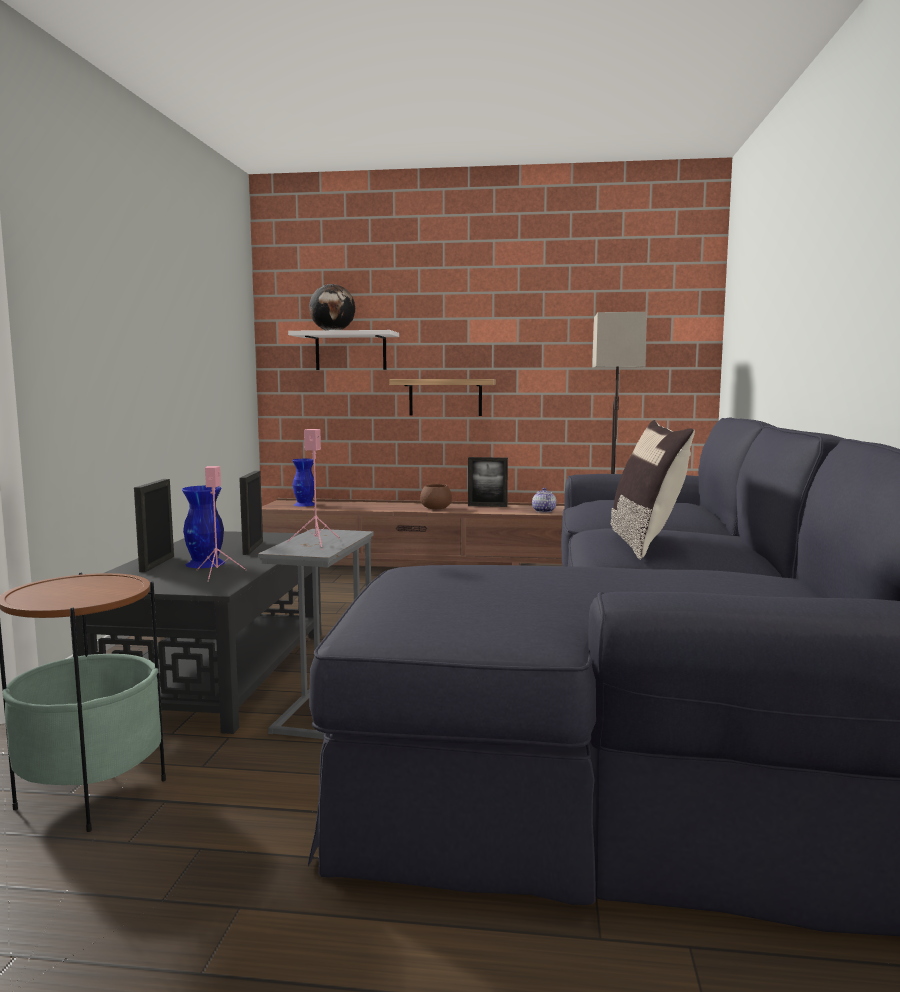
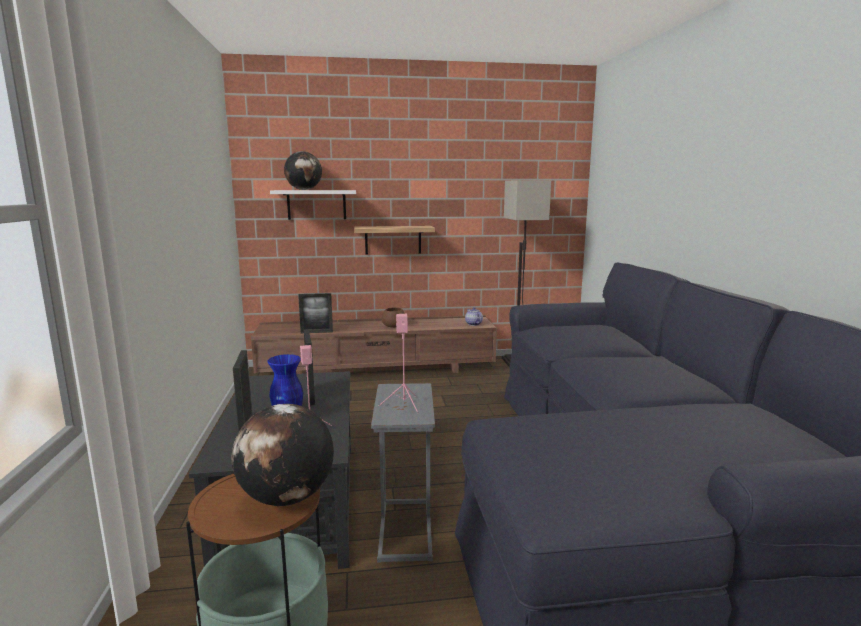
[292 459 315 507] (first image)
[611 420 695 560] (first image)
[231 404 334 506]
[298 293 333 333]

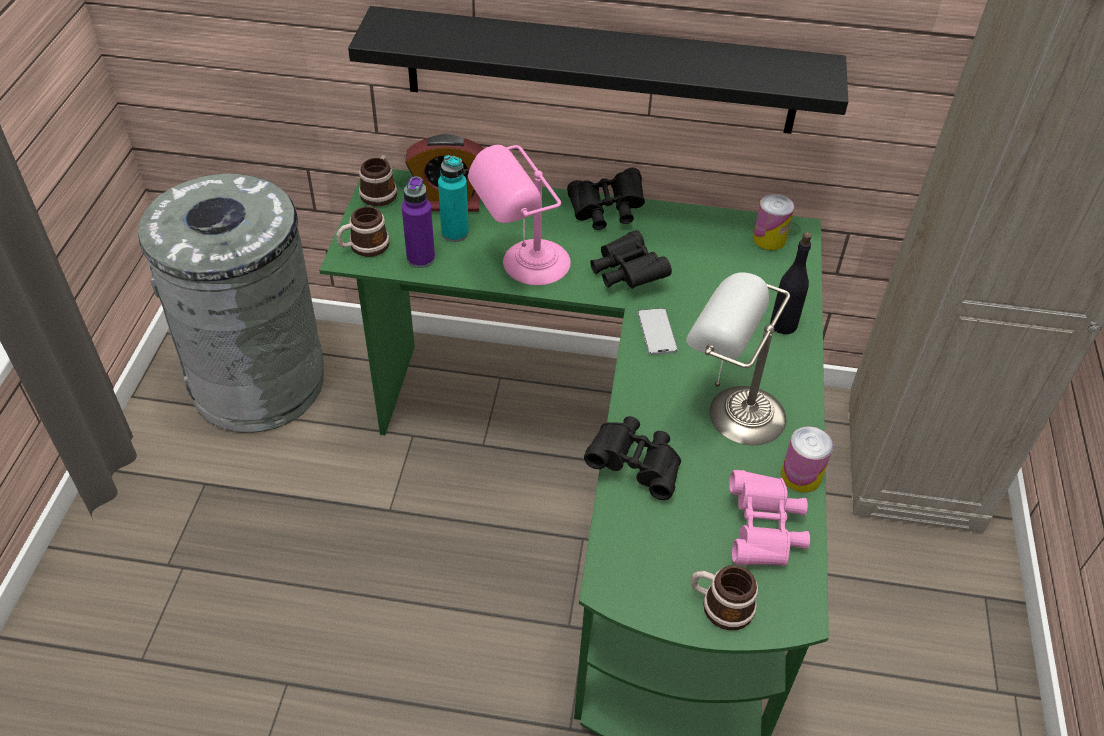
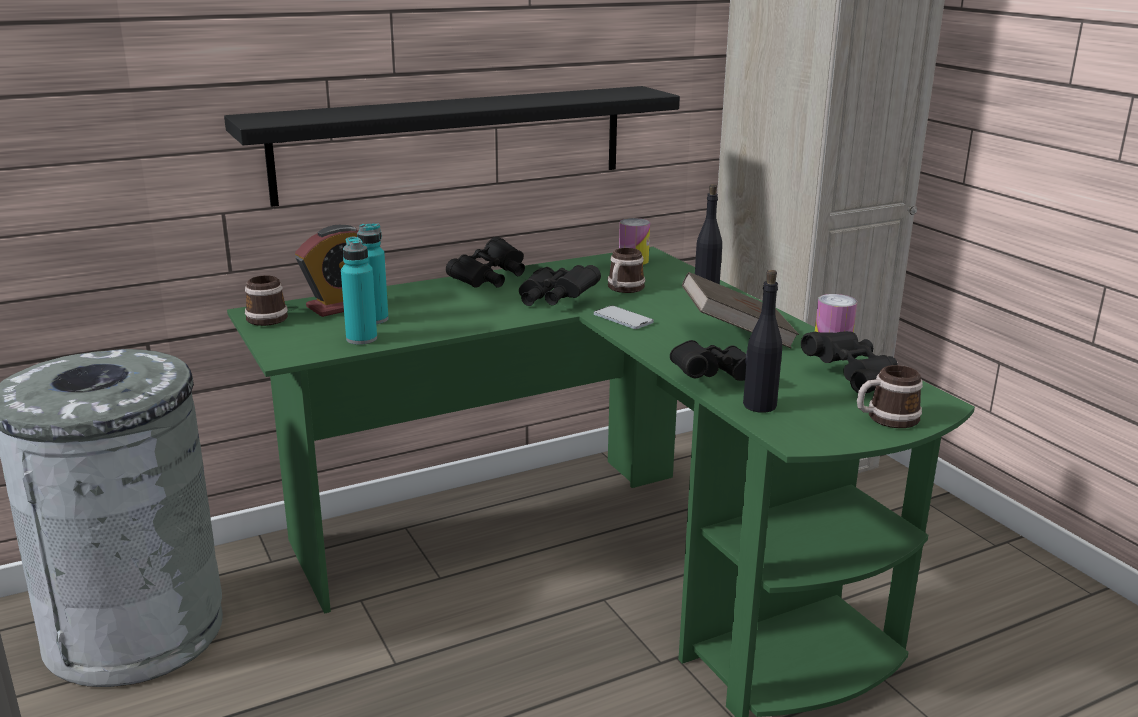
[468 145 571 285] (first image)
[743 270 782 413]
[607 248 645 293]
[682 272 799 348]
[341 237 377 345]
[801 331 898 393]

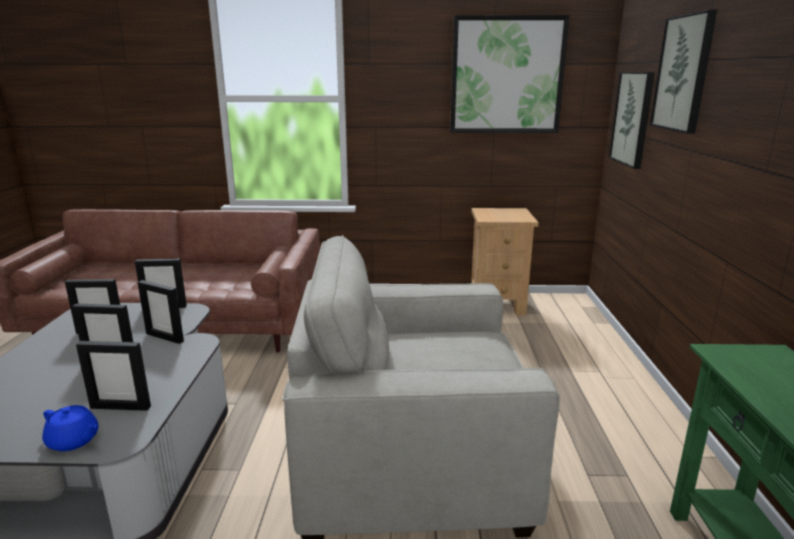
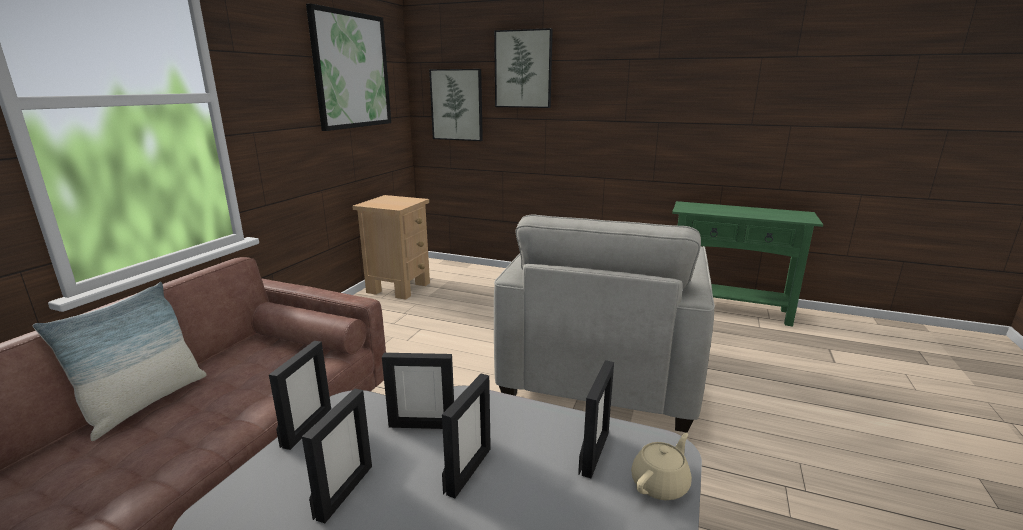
[33 282 207 441]
[631 433 692 500]
[382 353 454 429]

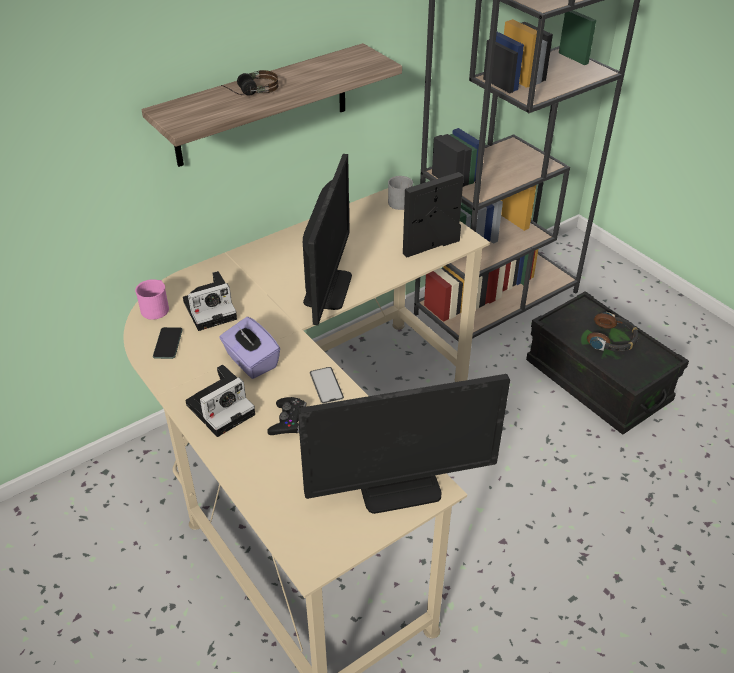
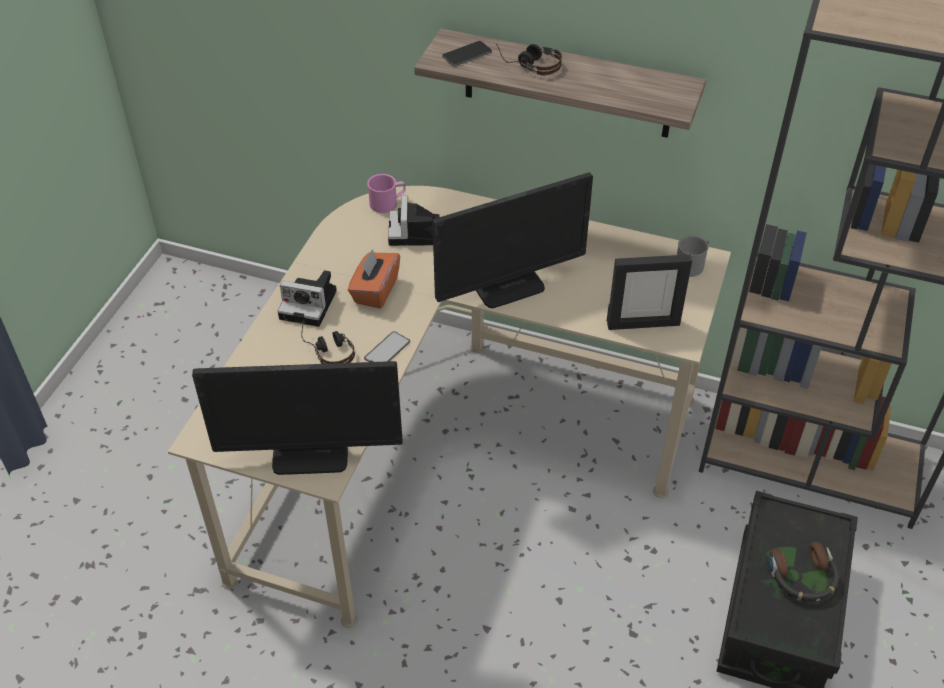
[442 41 492 66]
[301 320 355 364]
[348 249 400 308]
[388 195 440 246]
[192 361 402 475]
[607 254 692 330]

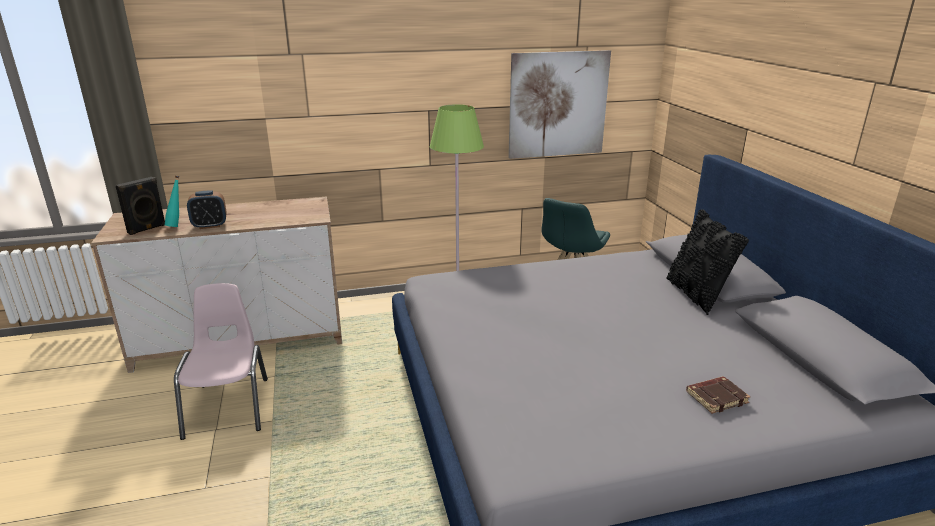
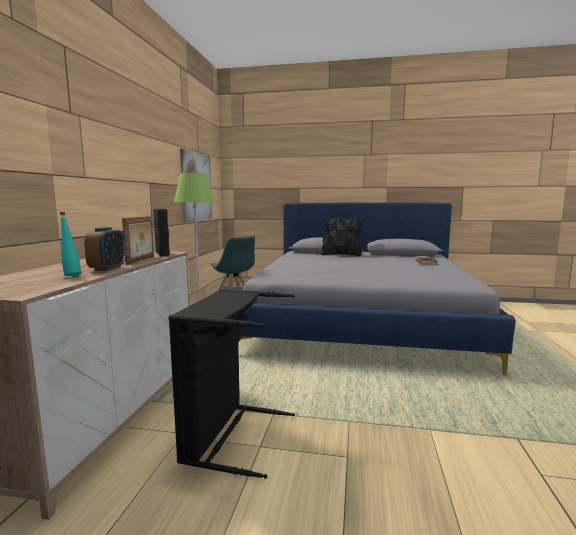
[122 216 154 265]
[153 209 170 256]
[168 289 295 479]

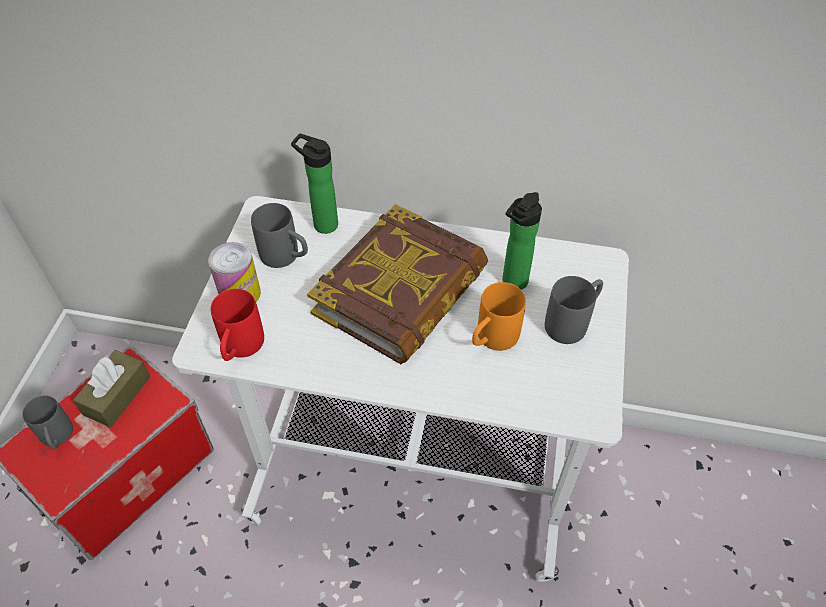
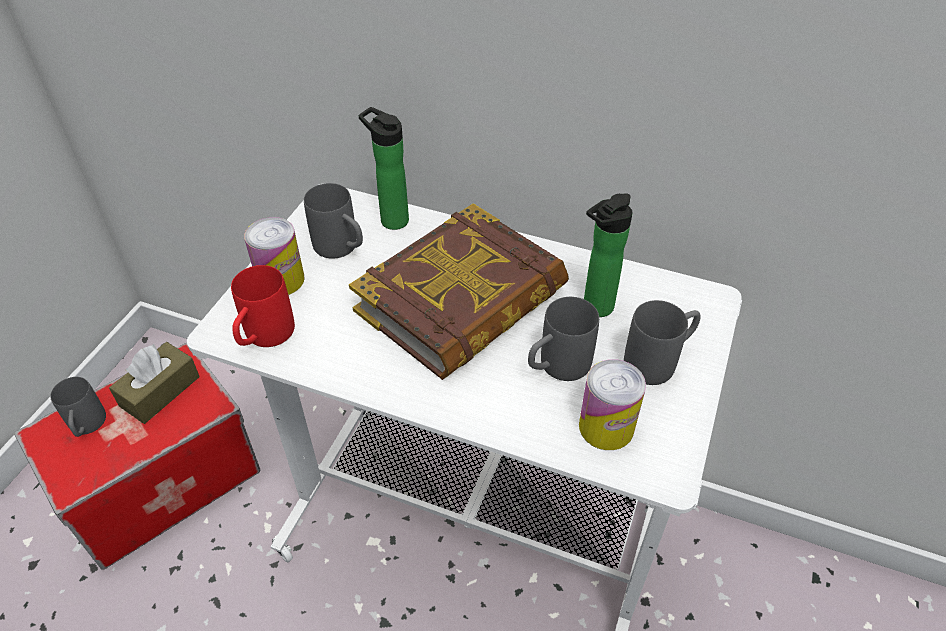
[579 359 646 450]
[528 297 599 381]

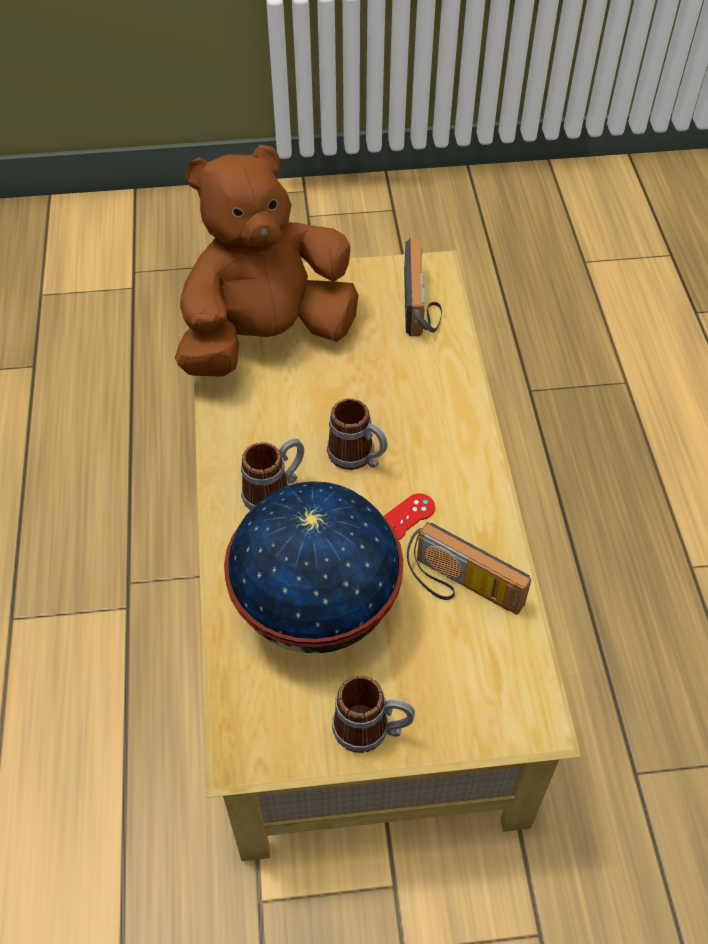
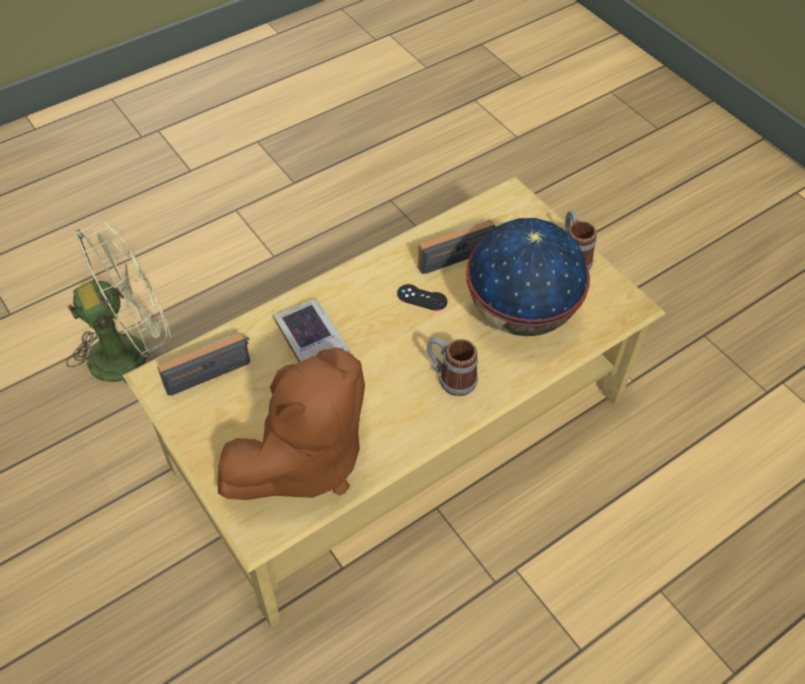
[327 398 387 470] (first image)
[67 221 171 383]
[274 298 350 362]
[397 284 447 311]
[217 347 365 500]
[418 220 496 274]

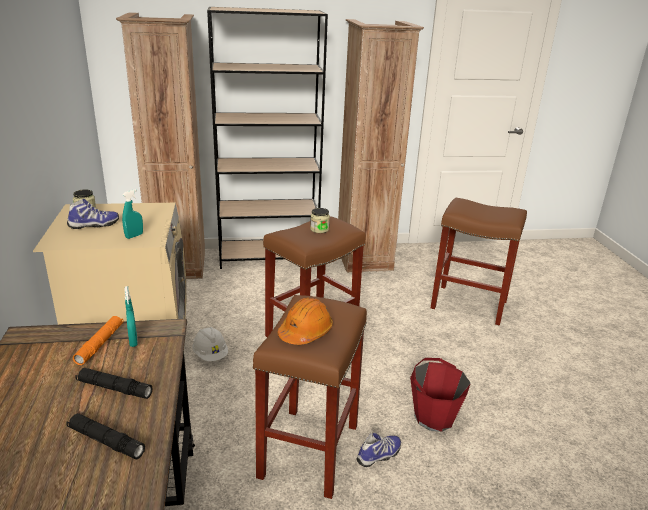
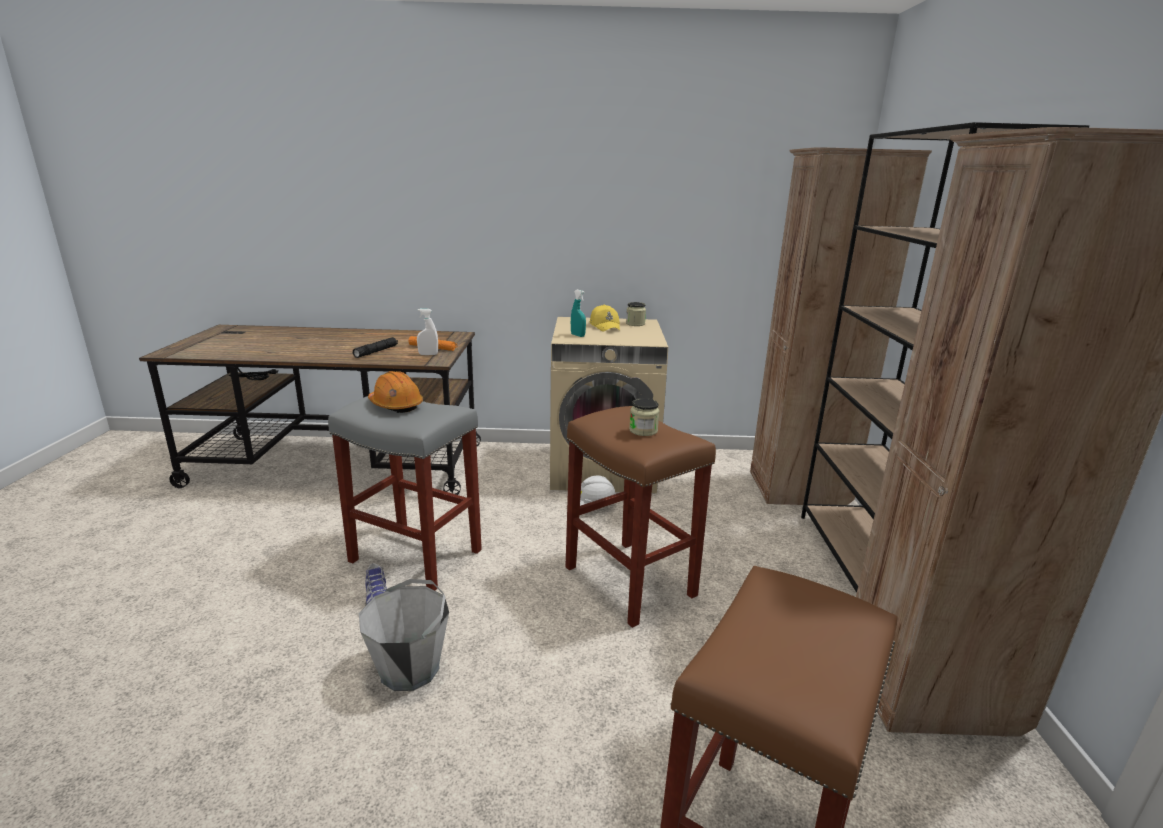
[66 413 145 459] (first image)
[590 305 620 331]
[417 309 438 355]
[328 396 482 591]
[359 579 449 691]

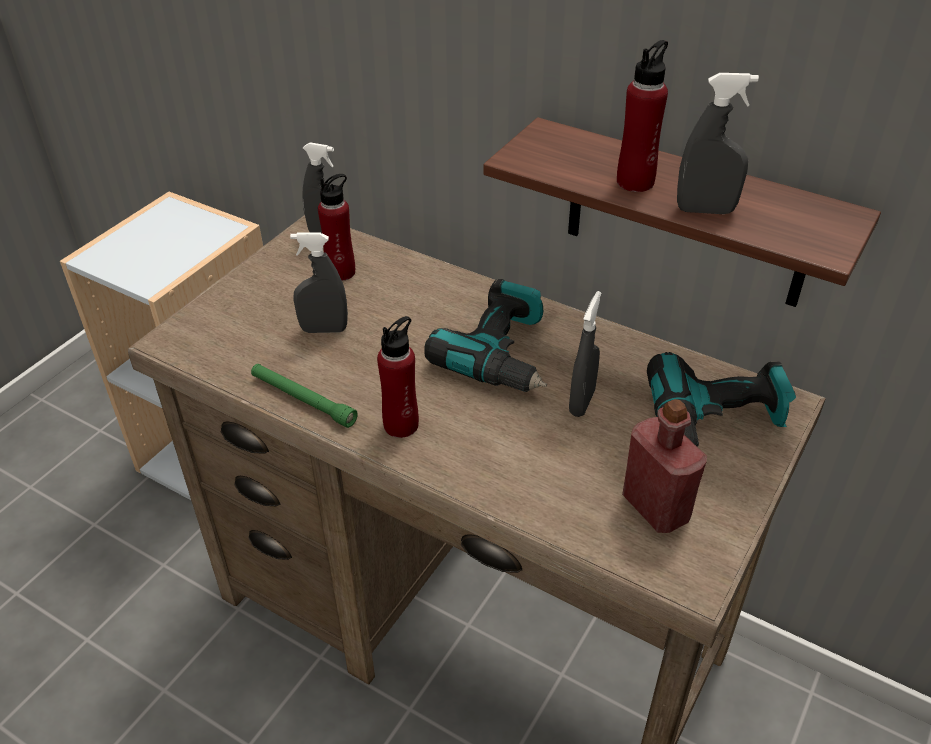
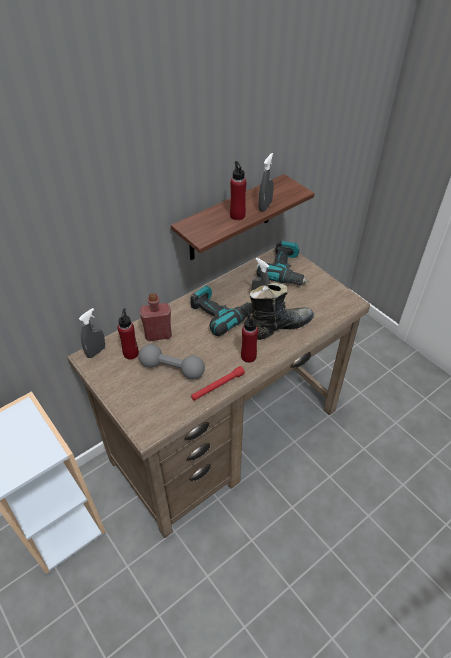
[250 283 314 340]
[140 293 172 341]
[139 344 205 380]
[191 366 245 401]

